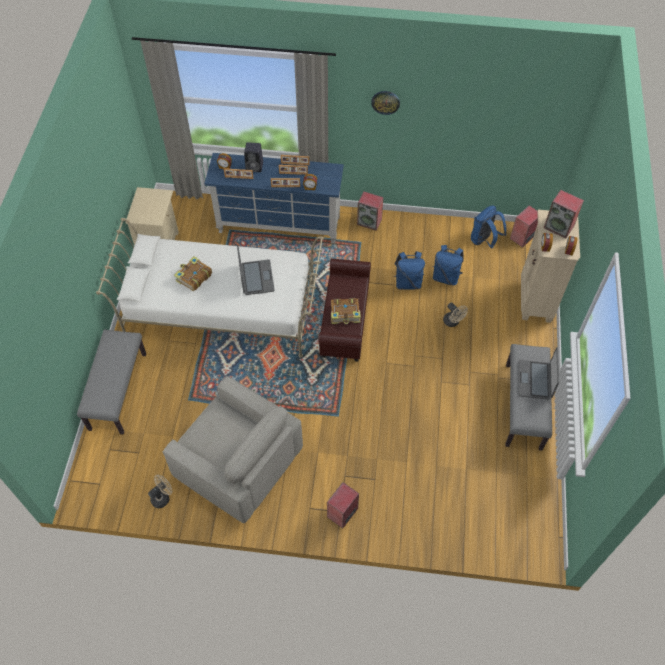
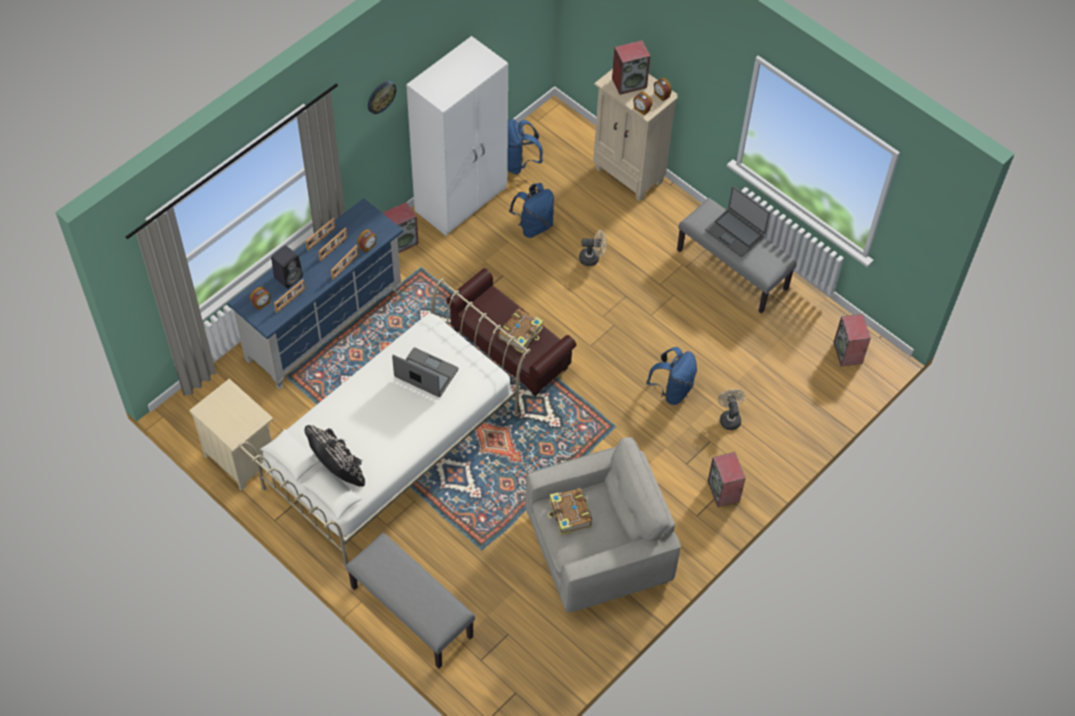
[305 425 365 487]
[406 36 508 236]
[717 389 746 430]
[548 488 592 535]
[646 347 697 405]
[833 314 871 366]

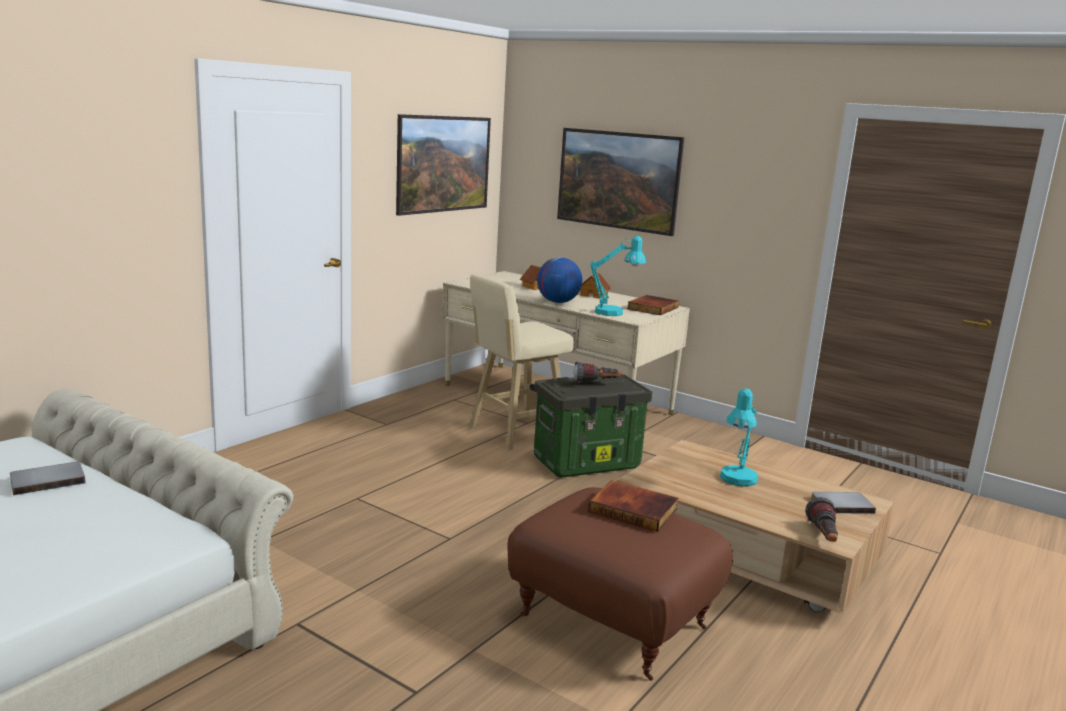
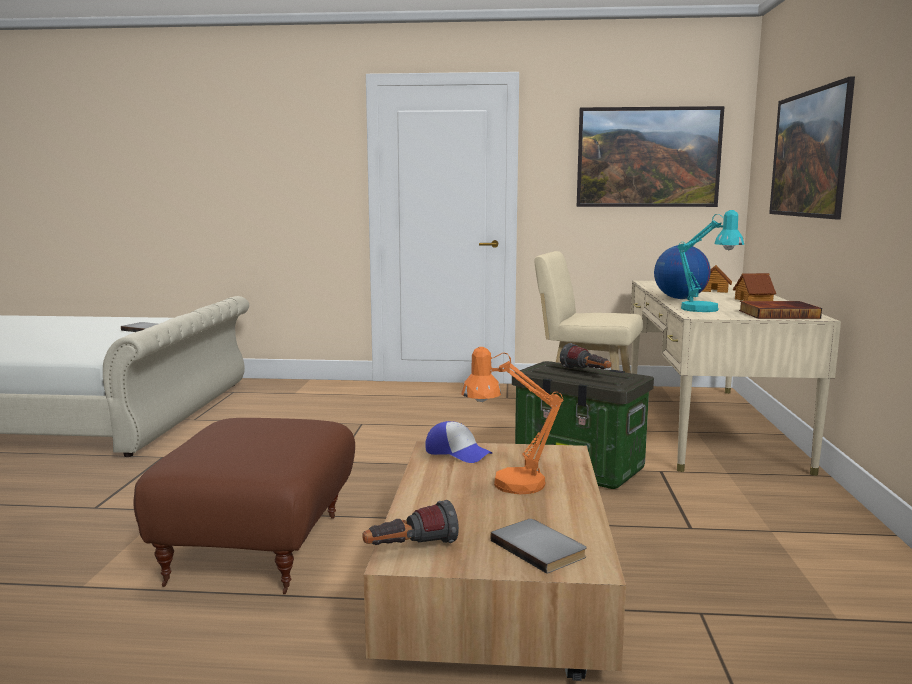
[588 480 679 532] (first image)
[425 421 492 463]
[461 347 563 494]

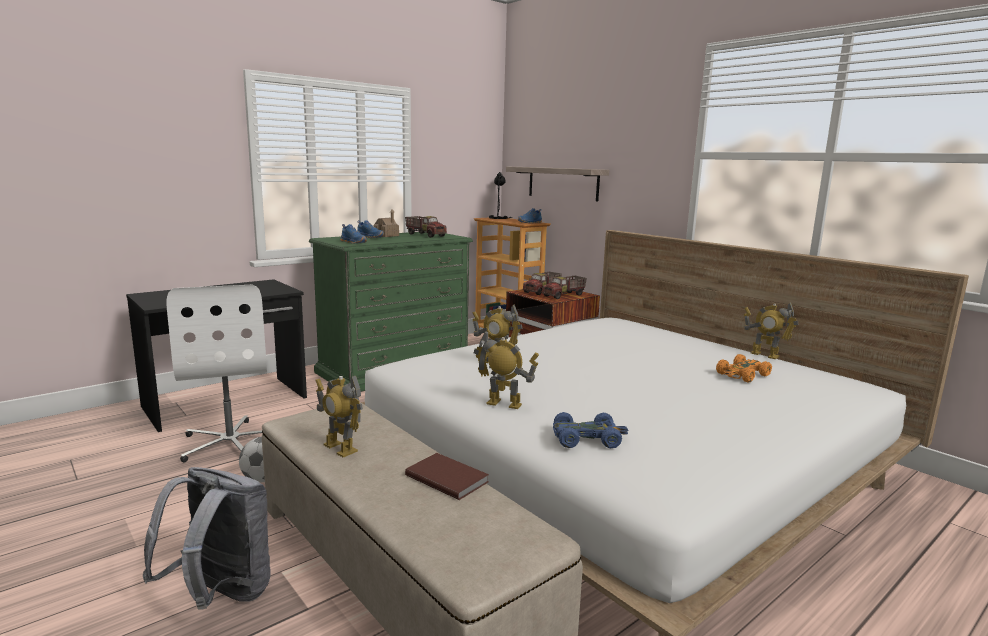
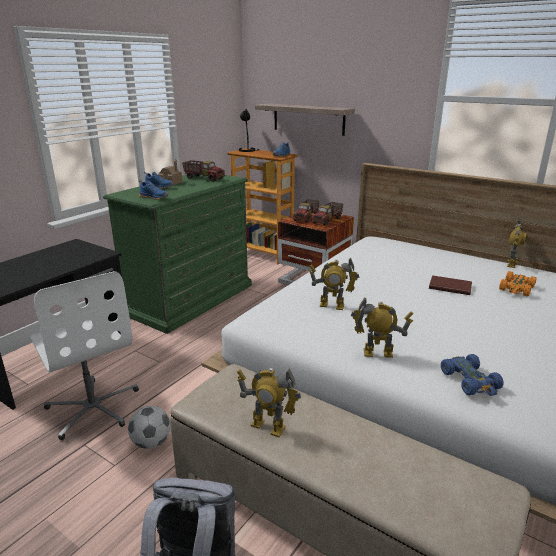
[429 275 472 295]
[441 354 504 396]
[507 219 526 268]

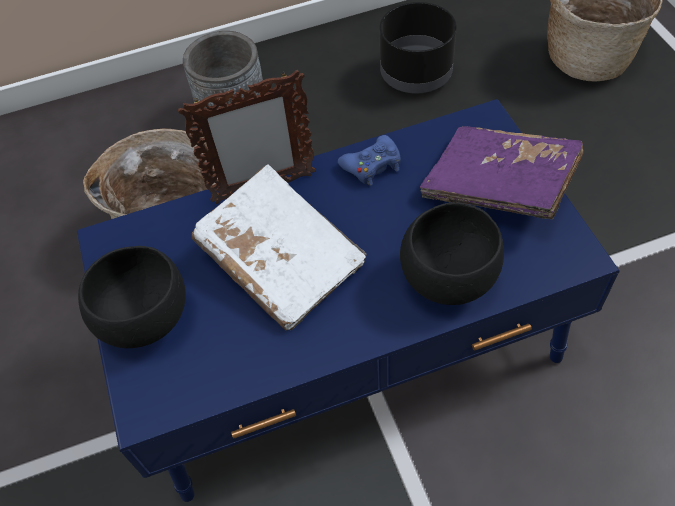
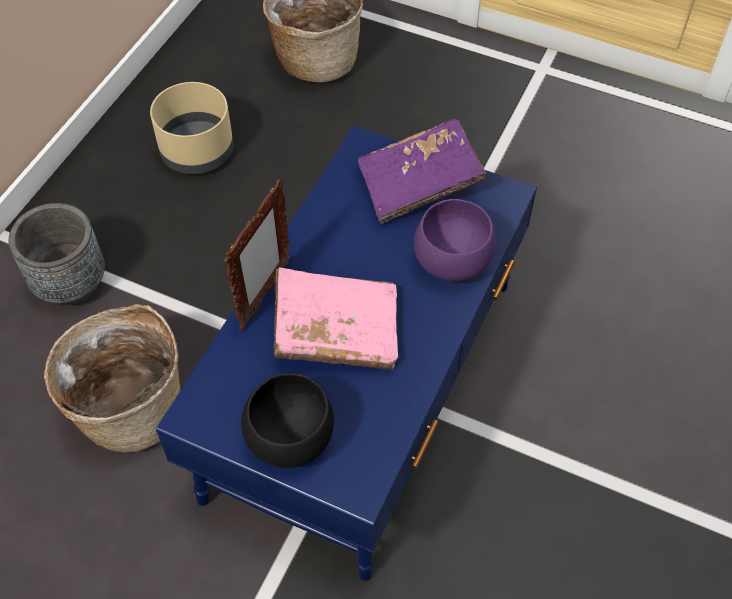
[338 135 401 186] (first image)
[274 268 398 370]
[150 82 233 174]
[414 199 496 281]

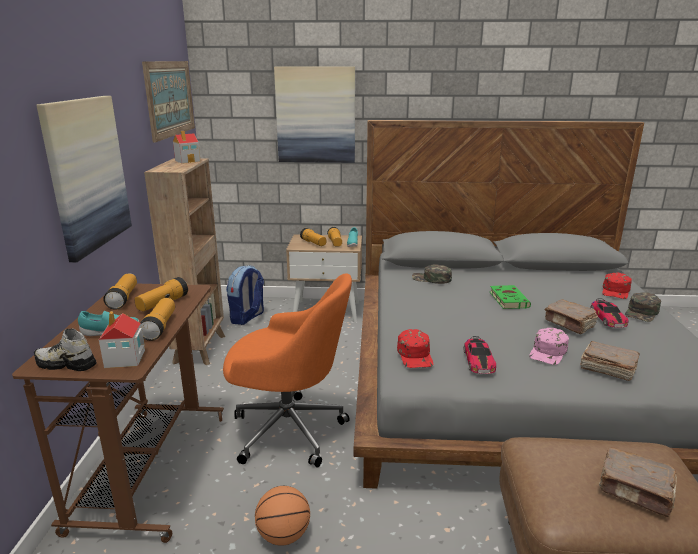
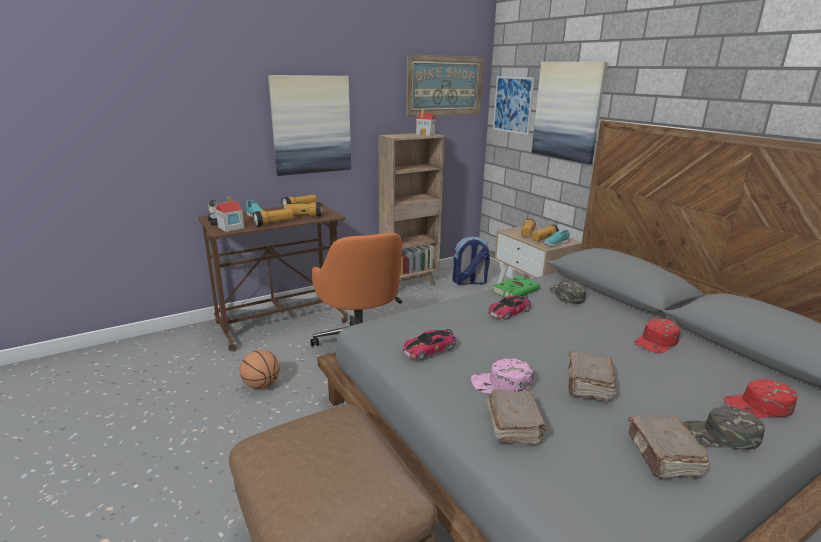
[493 76 535 135]
[634 318 680 353]
[492 276 540 297]
[488 295 531 320]
[628 415 709 479]

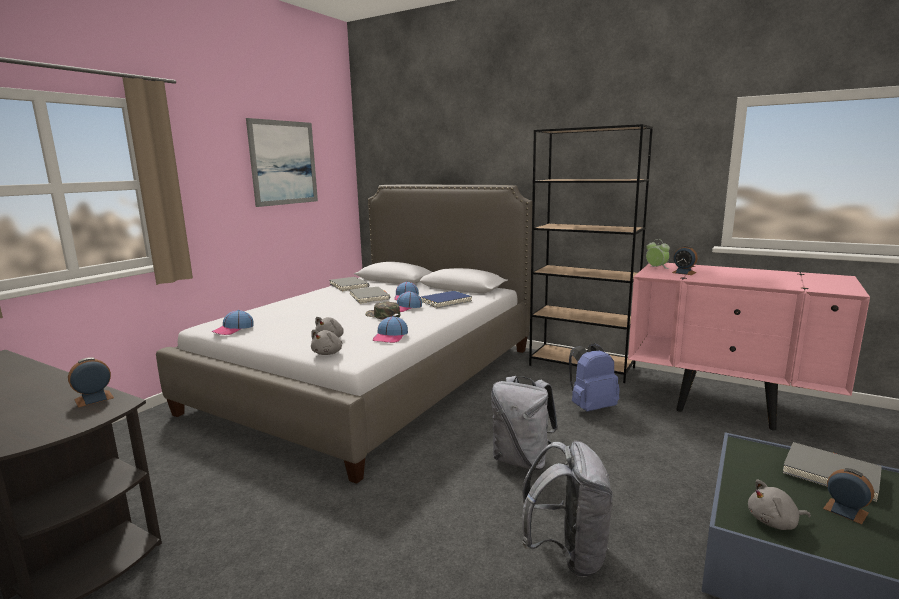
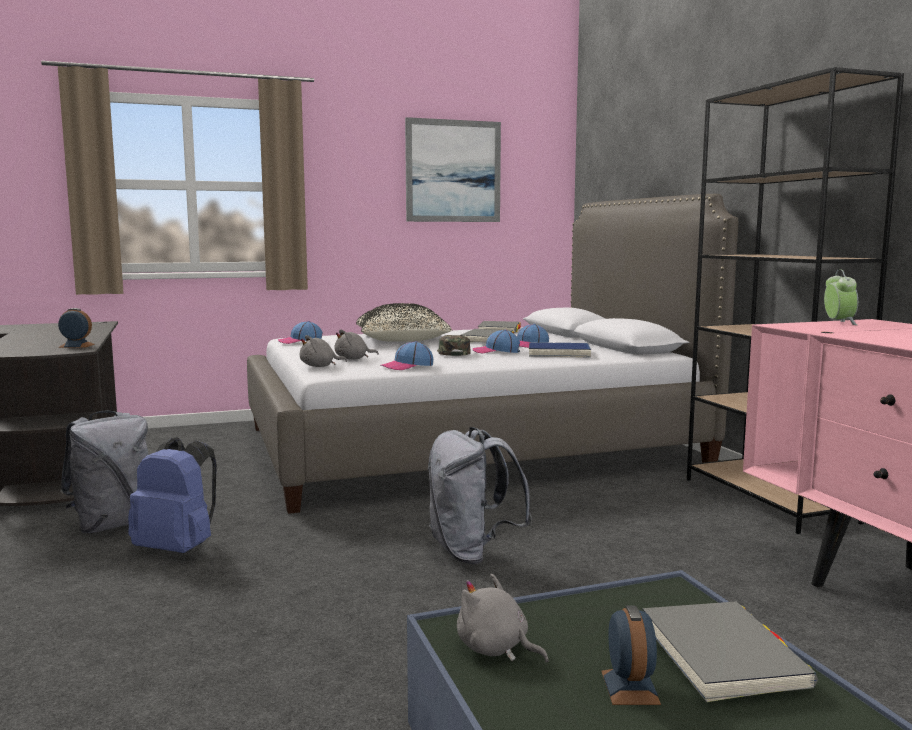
[672 246 697 275] (first image)
[356 303 452 342]
[60 410 149 533]
[128 437 217 553]

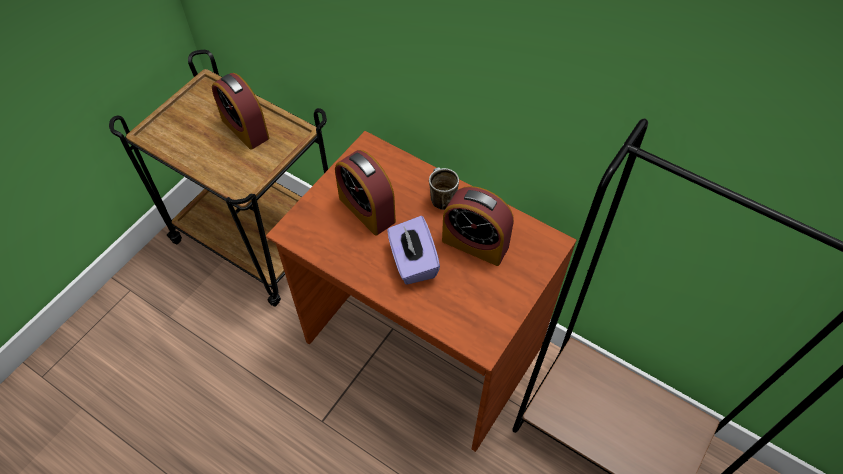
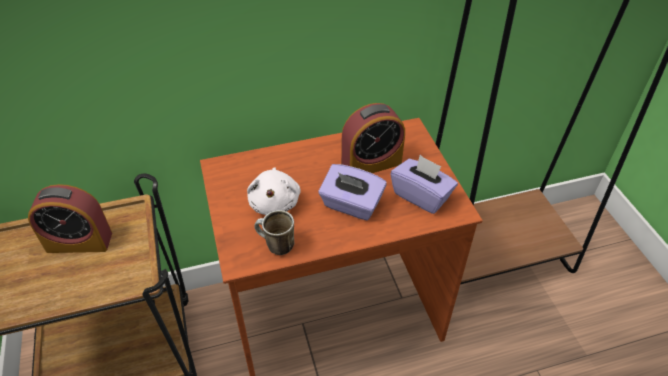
[391 155 458 214]
[254 210 294 255]
[247 167 301 215]

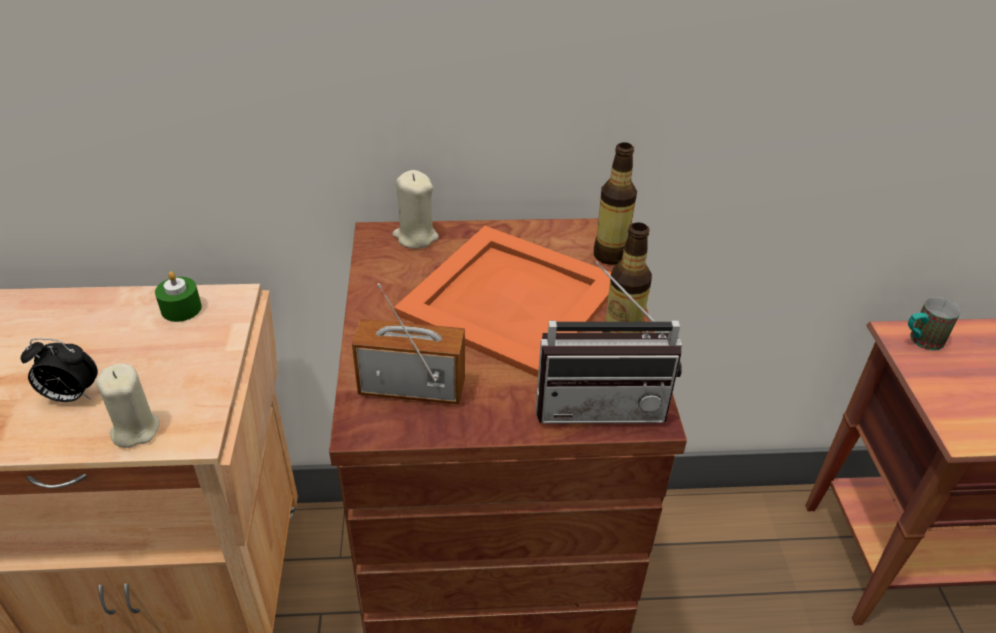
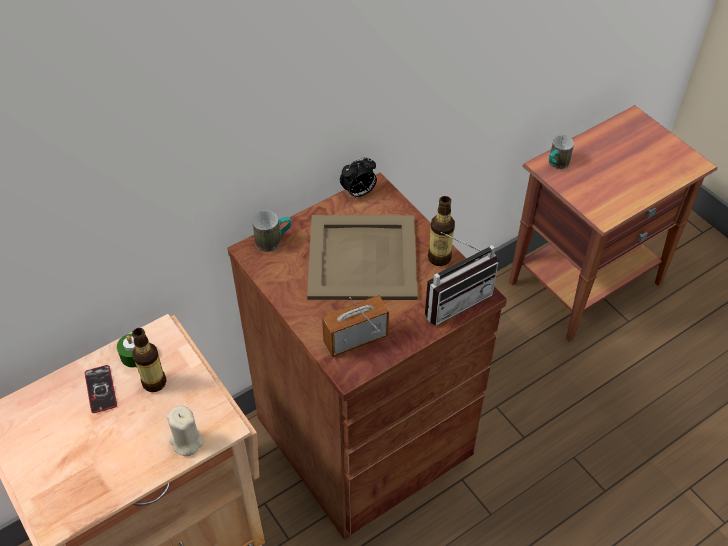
[85 365 117 413]
[340 157 377 198]
[132 328 166 392]
[252 211 291 252]
[307 215 418 300]

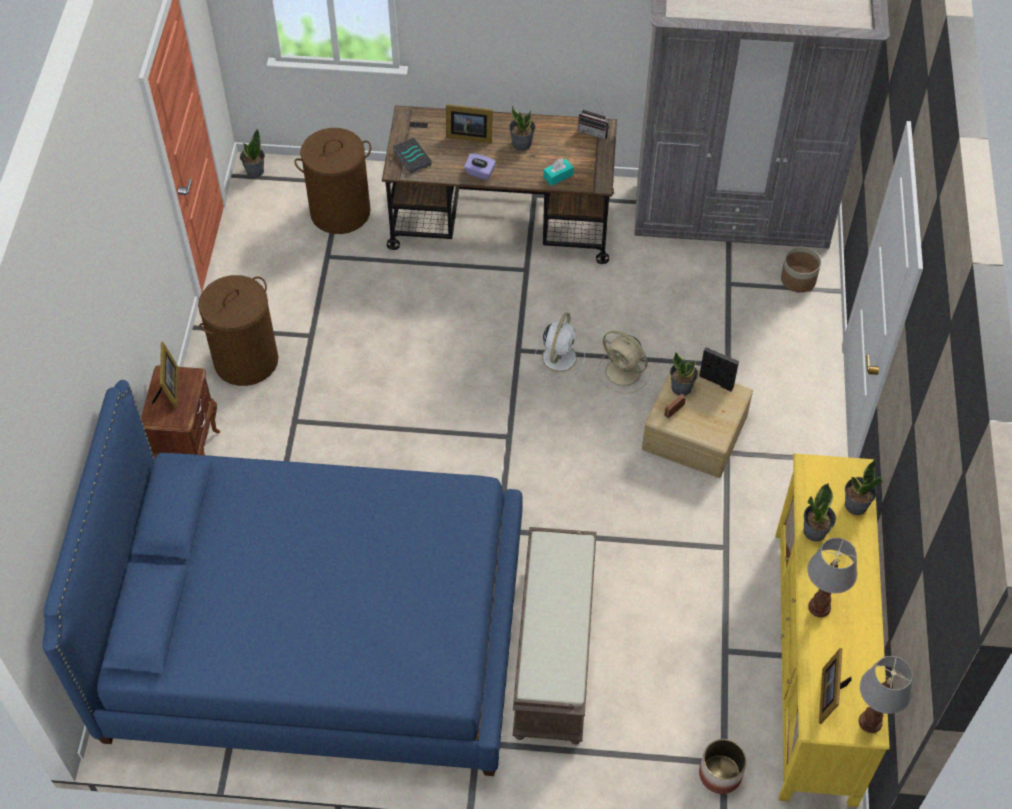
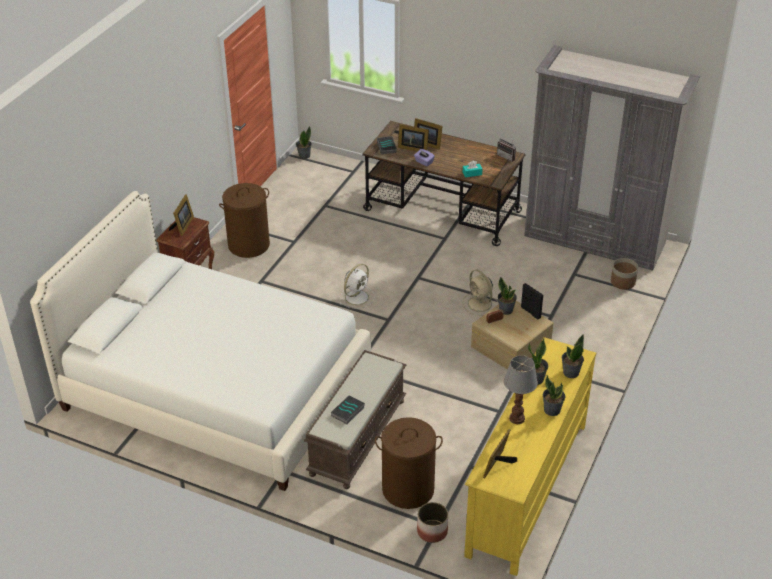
[859 656 913 733] (first image)
[331 395 365 424]
[398 124 429 152]
[375 417 443 509]
[543 376 566 416]
[340 264 375 309]
[30 191 371 491]

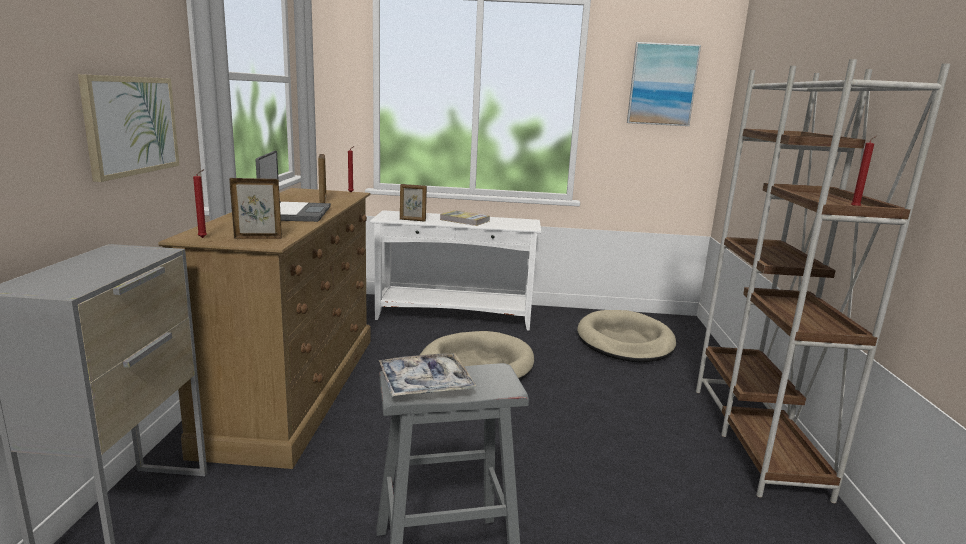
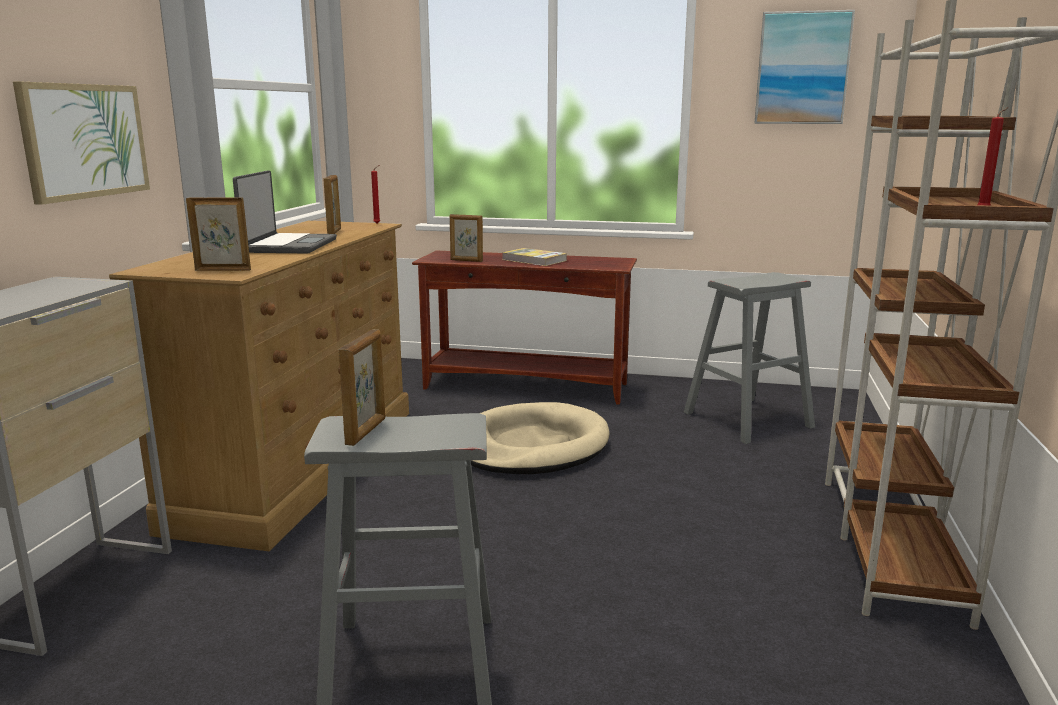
[193 169 207 238] (first image)
[339 330 385 446]
[684 272 815 444]
[412 250 637 405]

